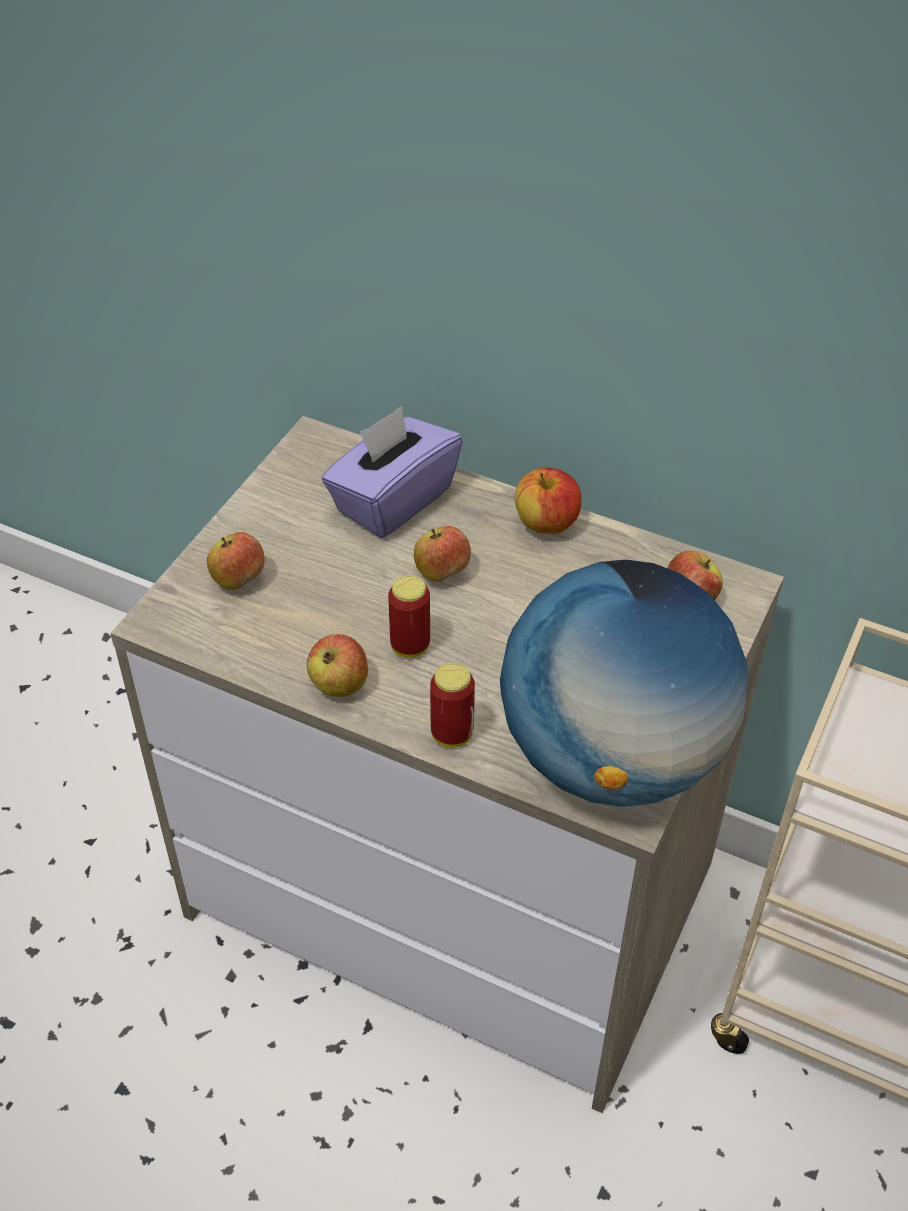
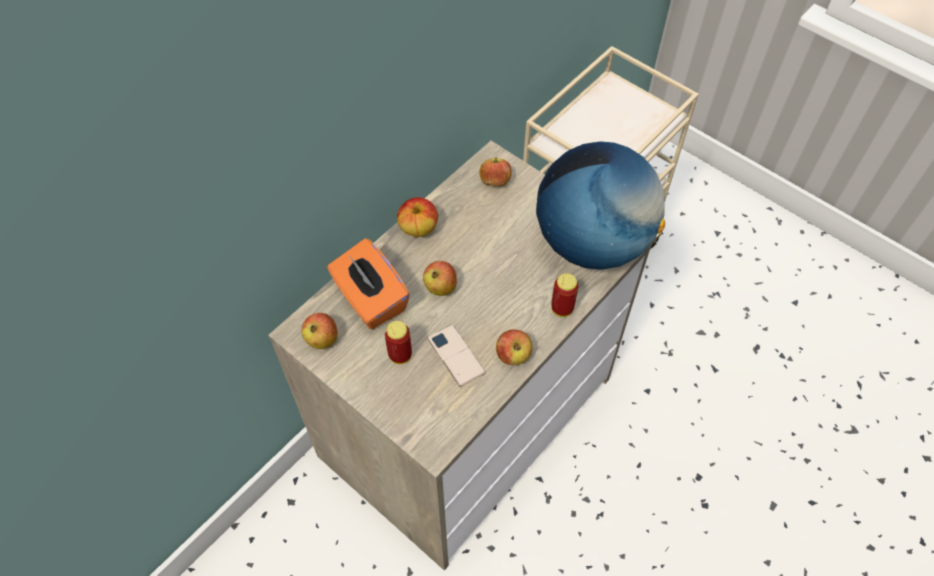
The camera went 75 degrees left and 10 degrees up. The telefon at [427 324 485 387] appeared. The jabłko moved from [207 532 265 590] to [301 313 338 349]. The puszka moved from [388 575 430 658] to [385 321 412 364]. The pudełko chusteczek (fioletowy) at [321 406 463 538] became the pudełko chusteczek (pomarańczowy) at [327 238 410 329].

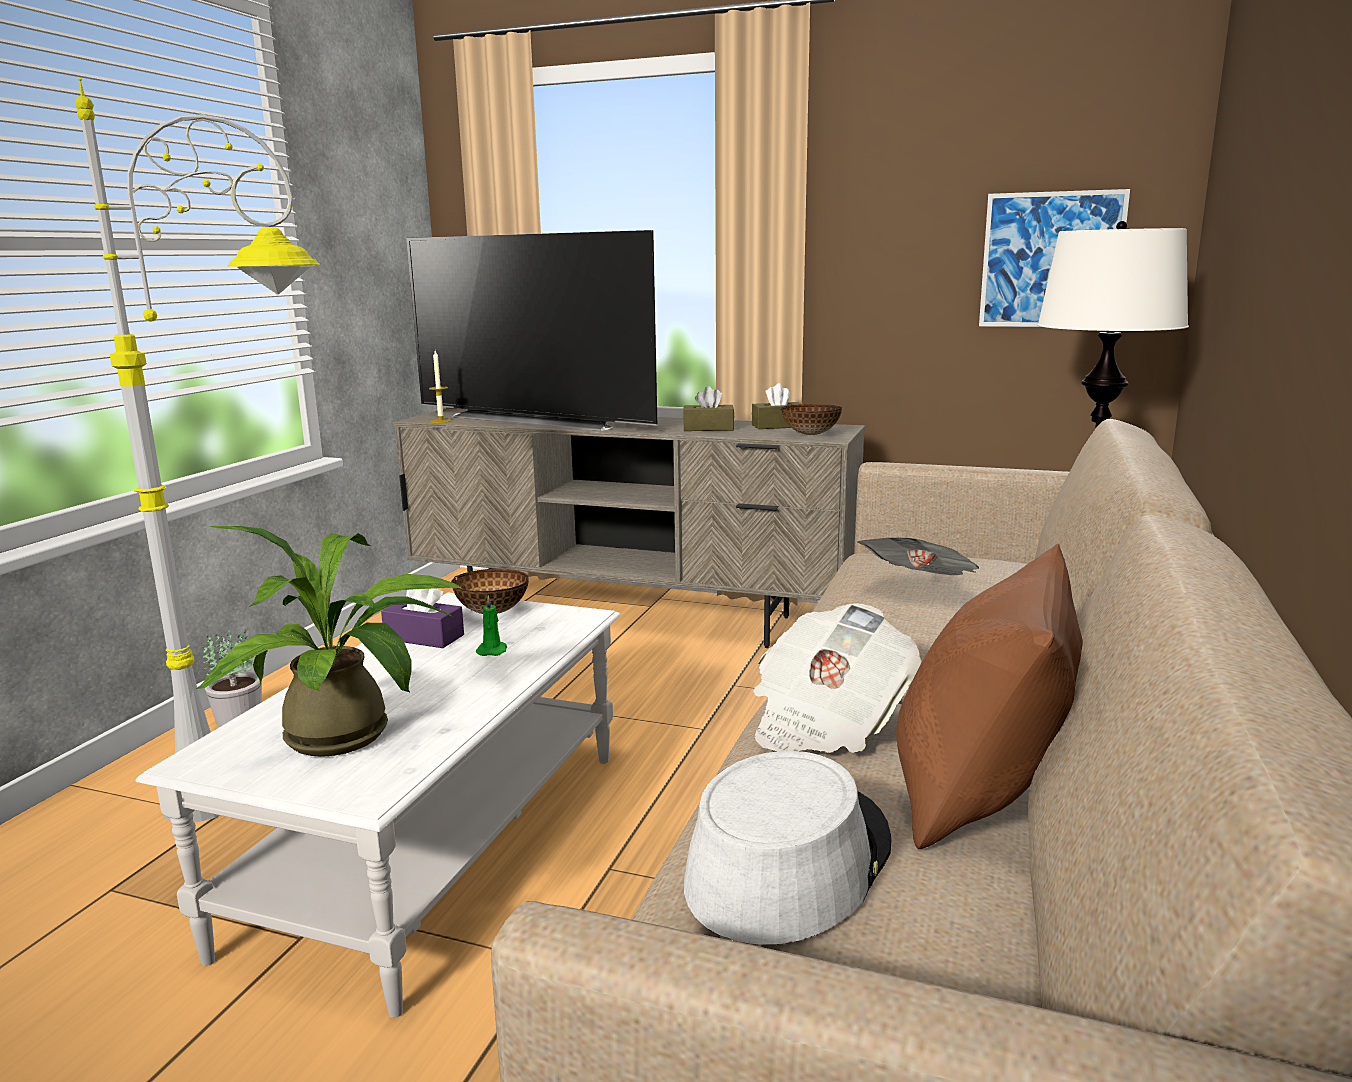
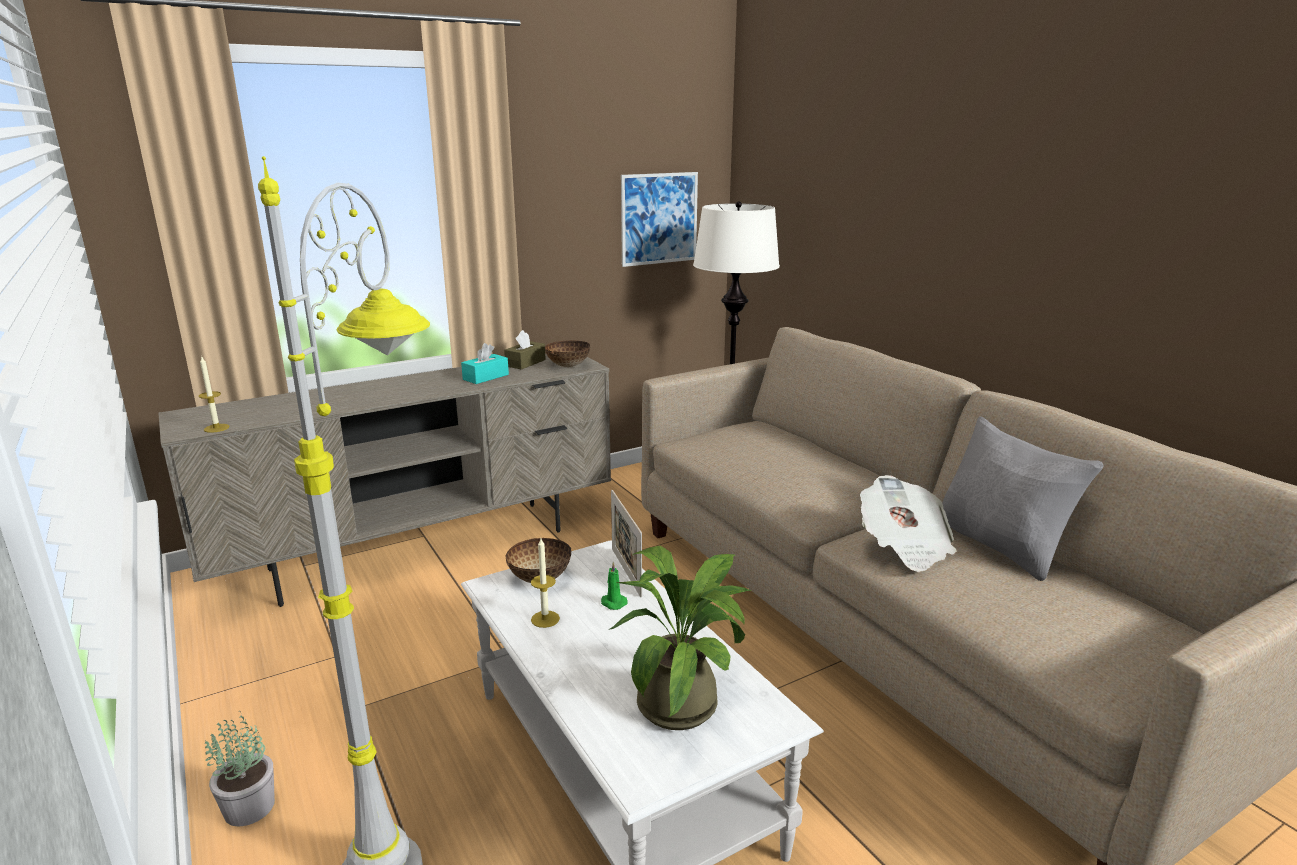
The camera went 50 degrees left and 5 degrees up. The telewizor at [407 230 657 431] disappeared. The kapelusz (szary) at [684 751 892 945] disappeared. The gazeta at [857 537 980 575] disappeared. The ramka na zdjęcie at [611 490 642 597] appeared. The pudełko chusteczek (fioletowy) at [381 588 464 648] was replaced by the świeca at [531 538 560 628]. The pudełko chusteczek (brązowy) at [683 386 735 431] became the pudełko chusteczek (turkusowy) at [461 343 509 384]. The poduszka (brązowy) at [896 544 1083 849] became the poduszka (szary) at [942 416 1104 581].

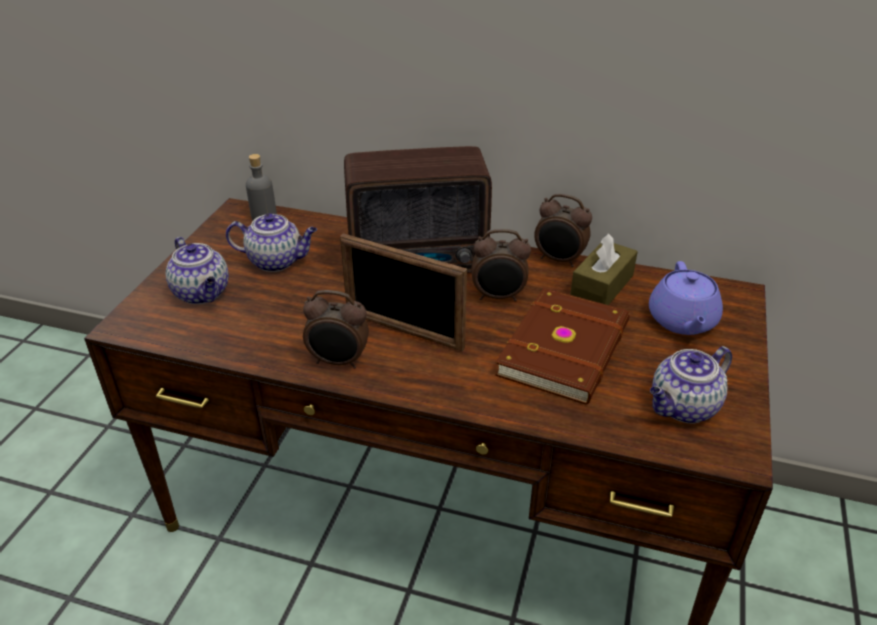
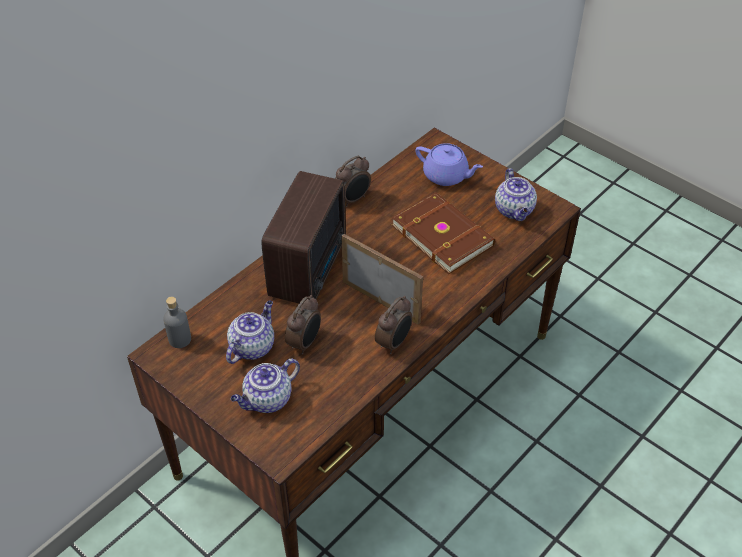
The camera went 65 degrees left and 10 degrees up. The pudełko chusteczek (brązowy) at [570 233 638 305] disappeared. The budzik moved from [471 229 531 301] to [285 295 321 355]. The imbryk at [166 237 229 304] turned 150 degrees clockwise. The ramka na zdjęcie at [340 233 467 351] turned 105 degrees counterclockwise.

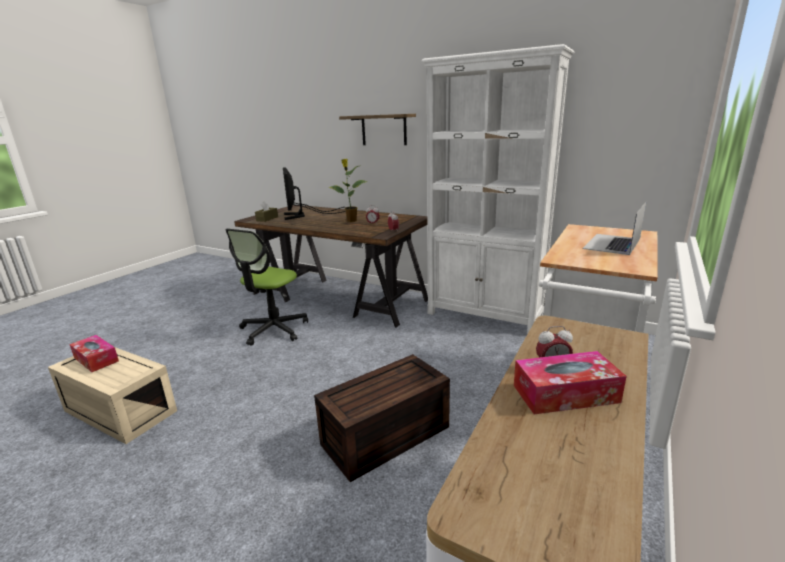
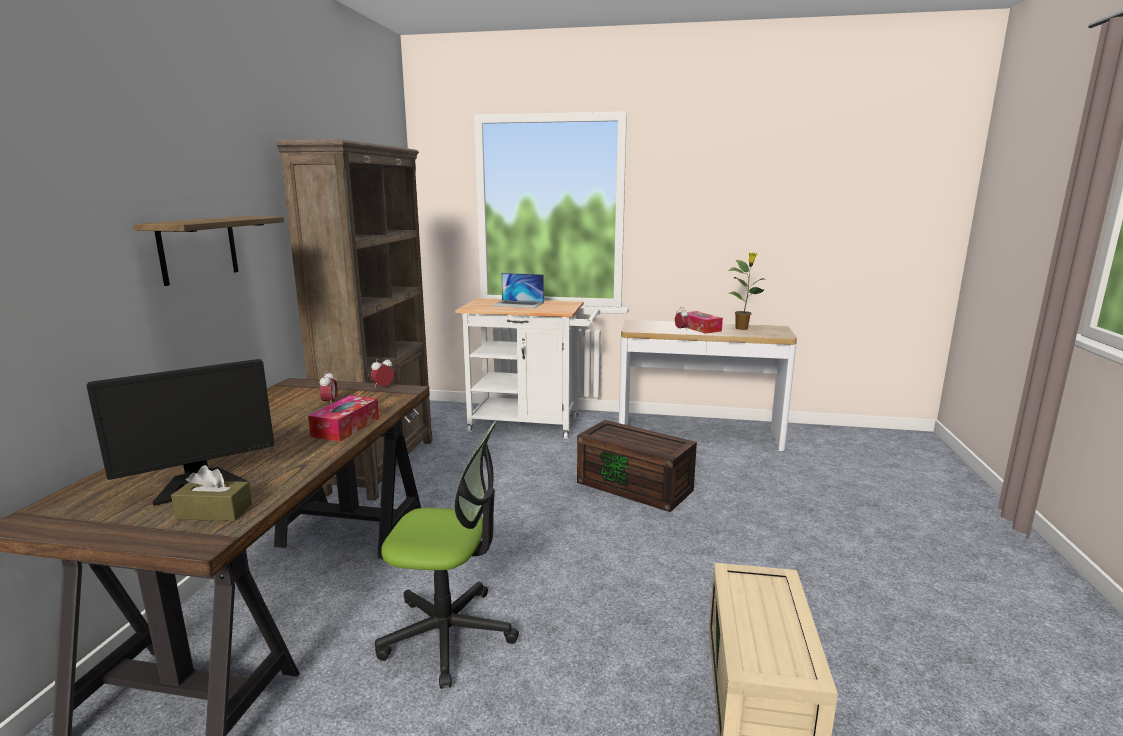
The camera went 110 degrees left and 5 degrees down. The pudełko chusteczek moved from [69 335 119 372] to [308 395 379 441]. The roślina doniczkowa moved from [328 159 367 222] to [728 252 764 330]. The regał (biały) at [421 44 574 334] became the regał (brązowy) at [275 139 433 501].

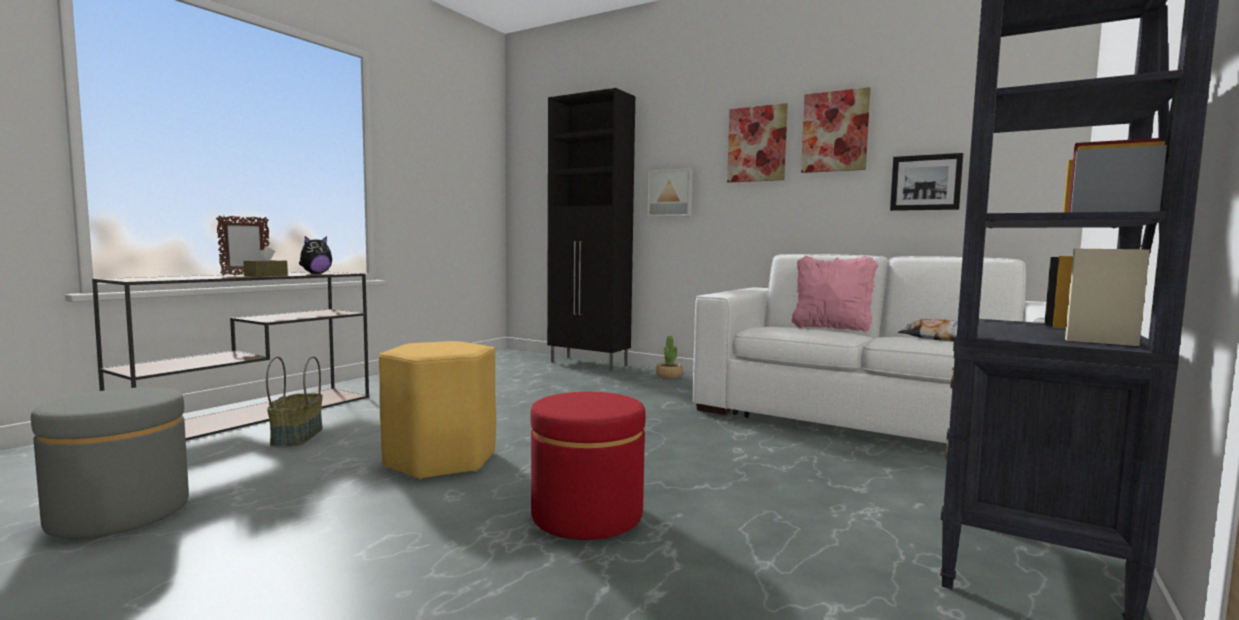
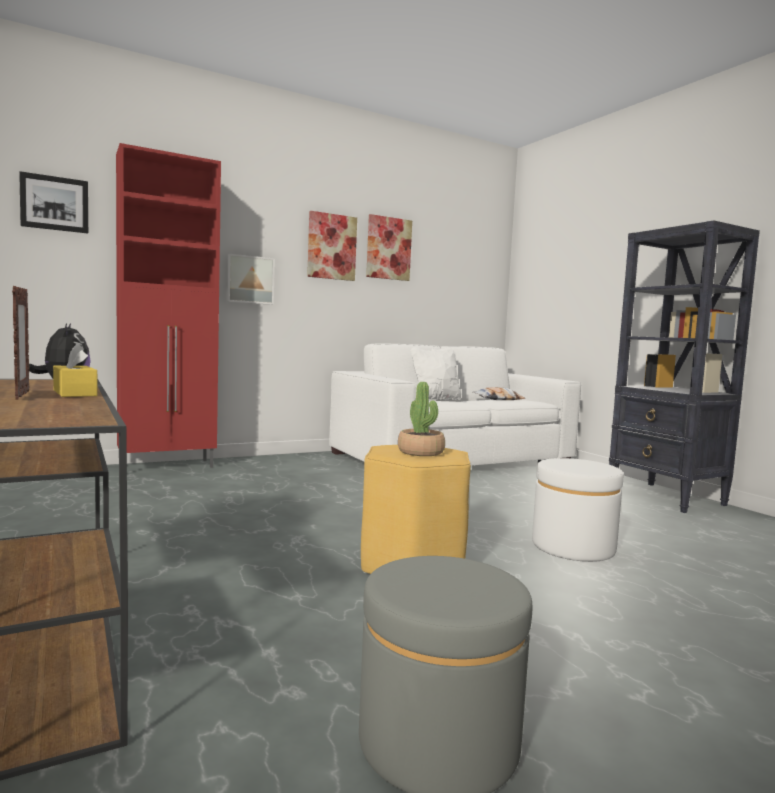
The camera went 60 degrees left and 0 degrees up. The koszyk at [266 356 323 446] disappeared. The roślina doniczkowa moved from [656 336 683 378] to [398 382 445 456]. The obraz moved from [890 153 963 211] to [19 171 88 233]. The pudełko chusteczek (brązowy) at [243 246 288 277] became the pudełko chusteczek (żółty) at [53 343 98 397]. The pufa (czerwony) at [530 392 646 540] became the pufa (biały) at [532 458 624 562]. The szafka (czarny) at [547 88 635 371] became the szafka (czerwony) at [116 143 221 468]. The poduszka (różowy) at [791 256 878 332] became the poduszka (biały) at [410 346 461 400].

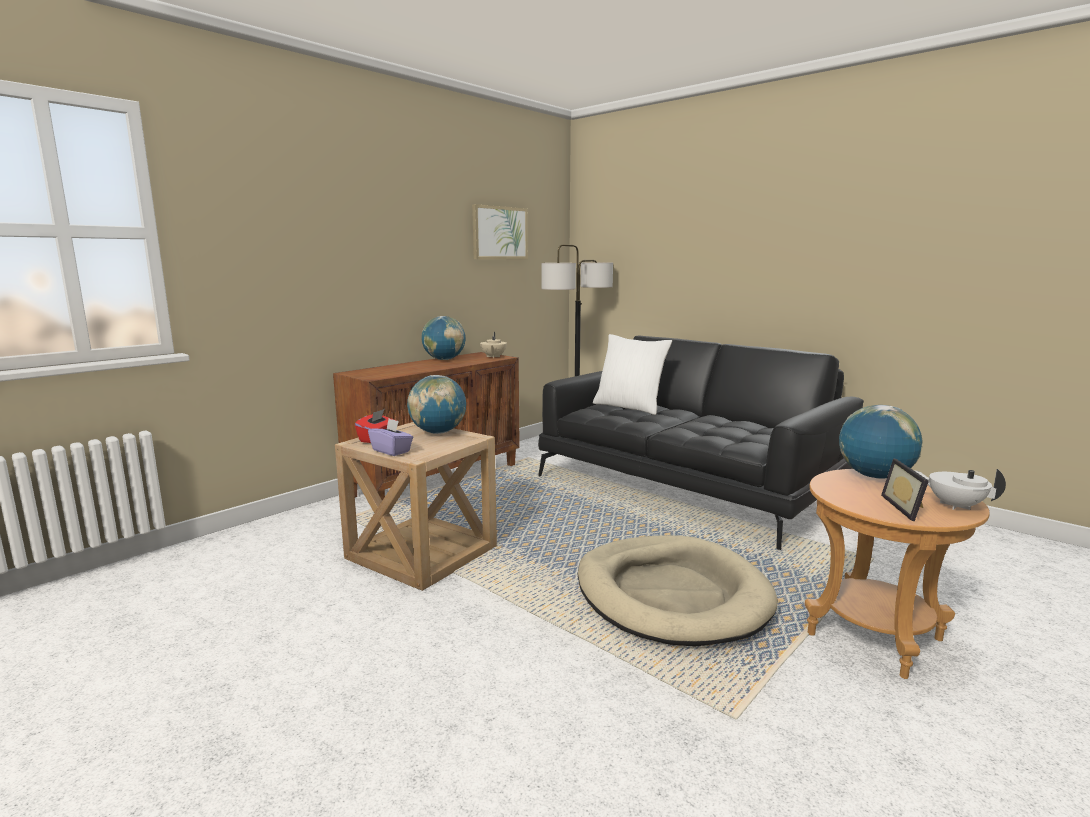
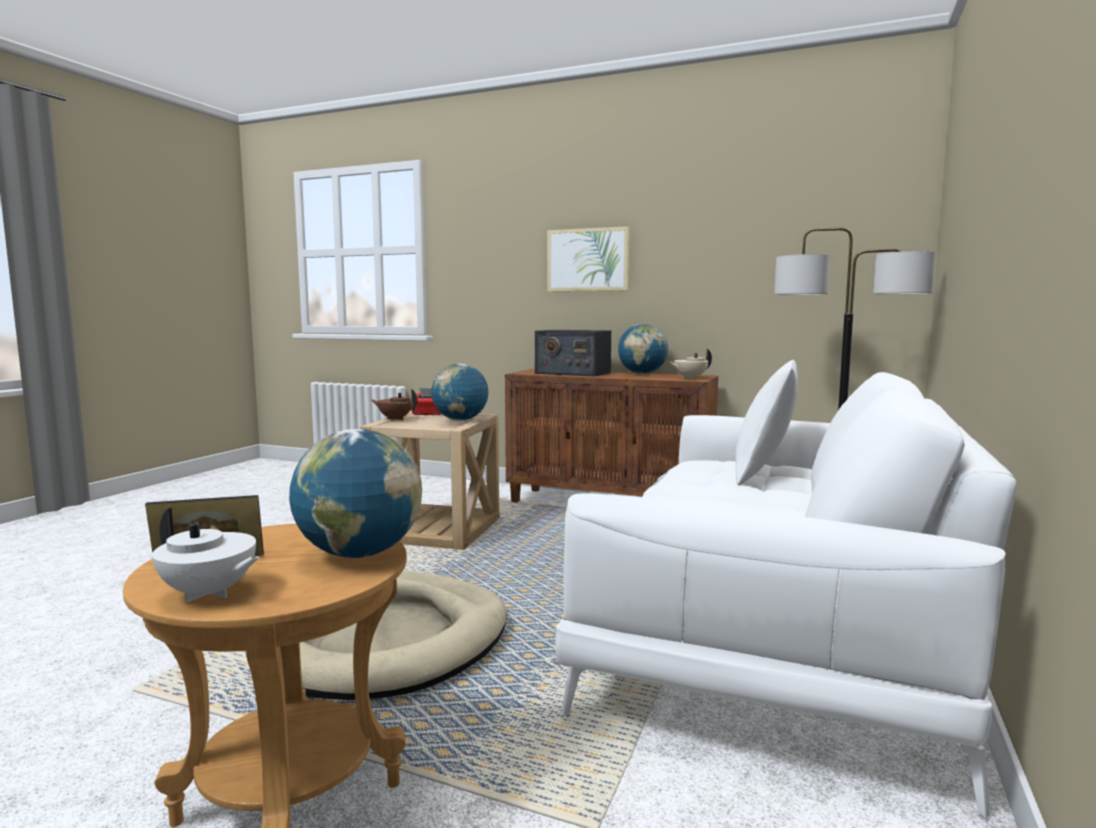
The camera went 70 degrees right and 5 degrees down. The radio at [535 330 611 376] appeared. The obraz moved from [472 204 528 259] to [547 226 630 291]. The pudełko chusteczek (fioletowy) at [368 419 413 456] was replaced by the imbryk (brązowy) at [372 389 418 421]. The kanapa (czarny) at [538 336 864 550] became the kanapa (biały) at [555 372 1017 818]. The imbryk (biały) at [914 469 1006 510] turned 90 degrees clockwise.

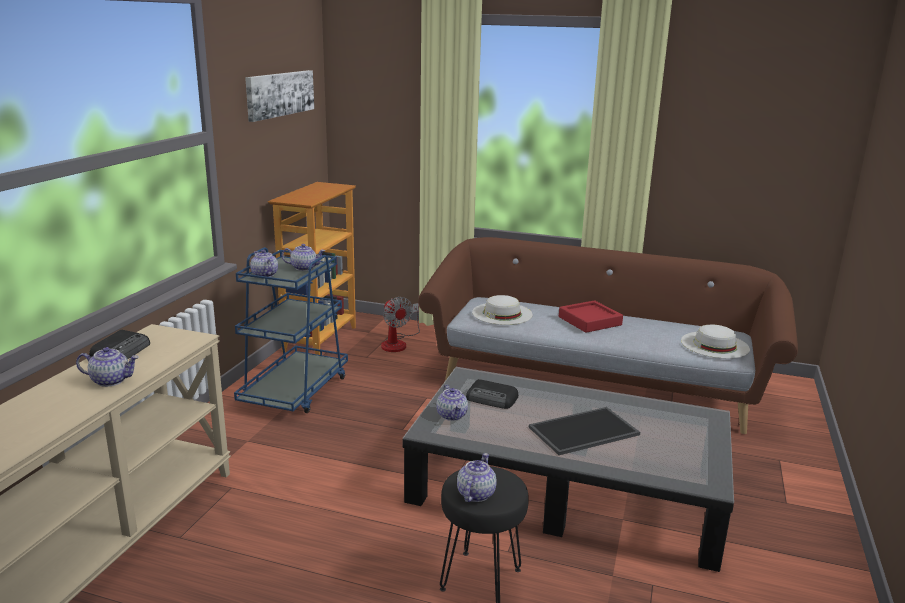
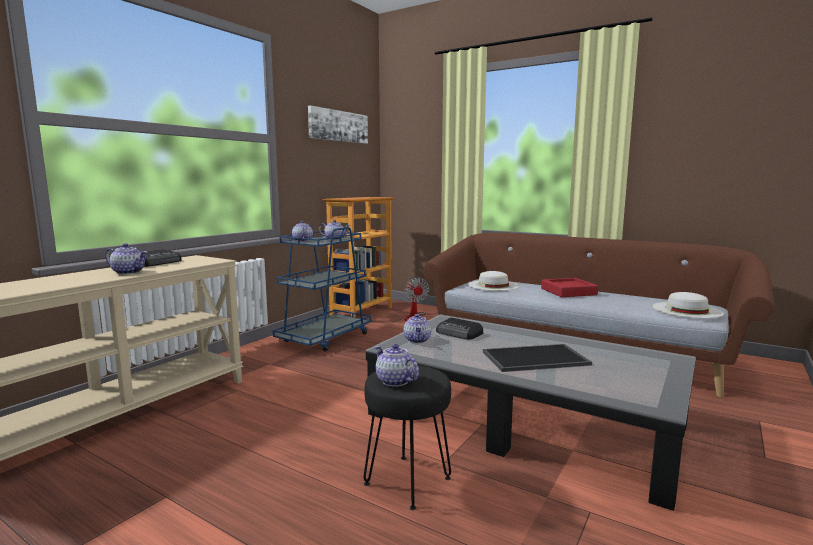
The camera went 15 degrees right and 10 degrees down. The imbryk at [457 453 497 502] turned 75 degrees counterclockwise.

